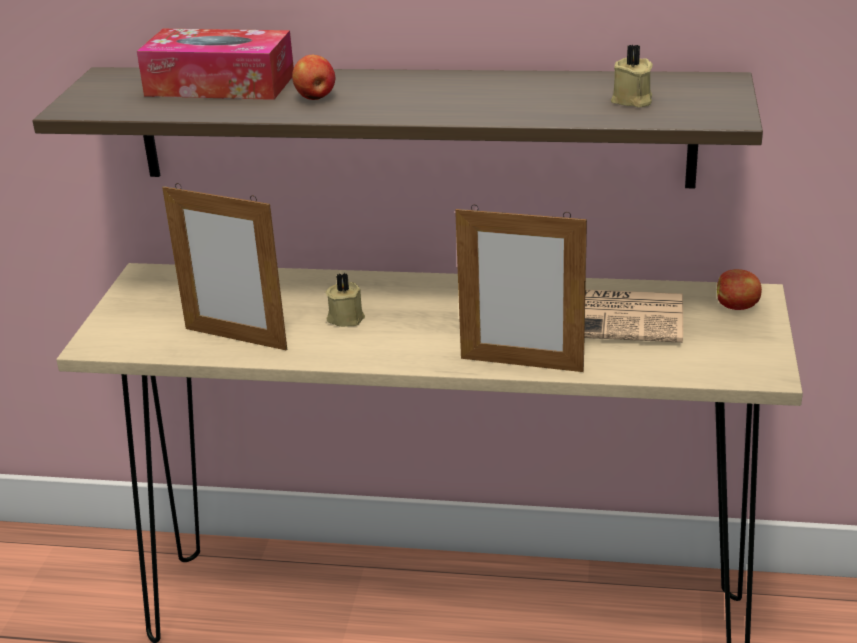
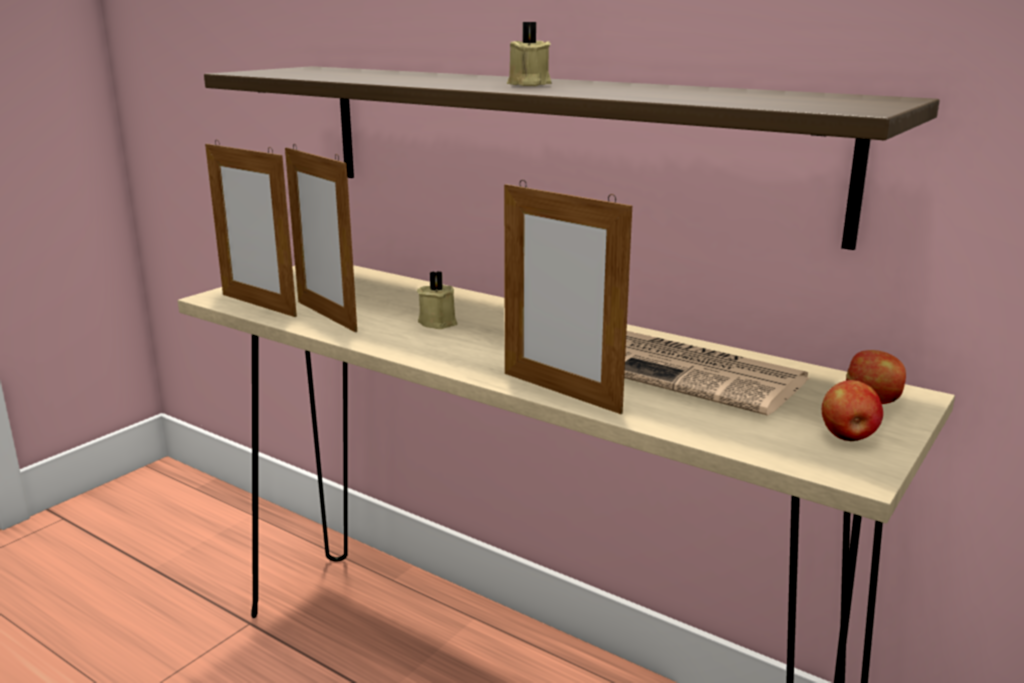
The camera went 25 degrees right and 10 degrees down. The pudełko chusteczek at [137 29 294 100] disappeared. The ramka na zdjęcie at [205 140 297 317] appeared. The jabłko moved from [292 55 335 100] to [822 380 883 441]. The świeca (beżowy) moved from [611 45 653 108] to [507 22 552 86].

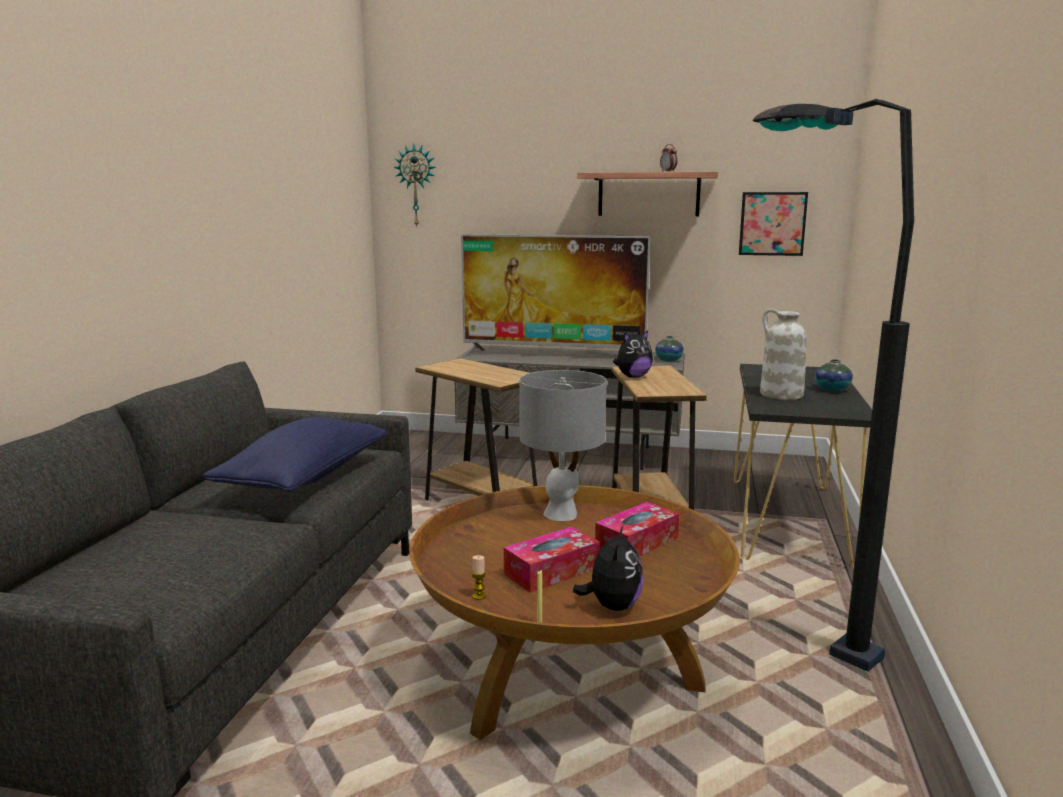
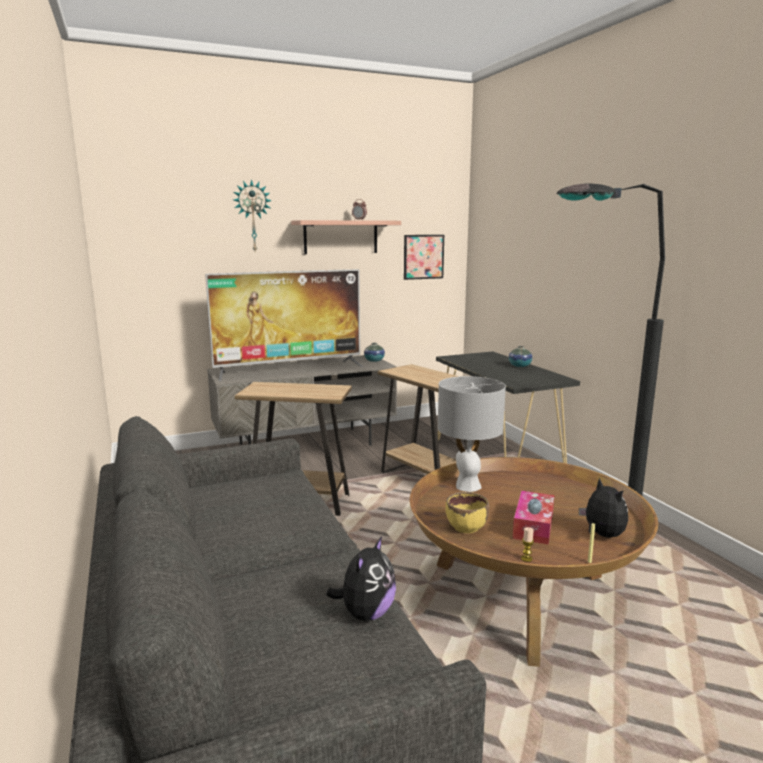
The camera went 35 degrees left and 0 degrees up. The poduszka (niebieski) at [203 417 387 492] disappeared. The pudełko chusteczek at [595 502 679 556] disappeared. The wazon (biały) at [760 308 807 400] disappeared. The miska (żółty) at [445 492 489 533] appeared. The zegar ścienny moved from [393 145 436 228] to [234 179 272 251]. The pluszak moved from [613 330 653 378] to [326 536 396 621].

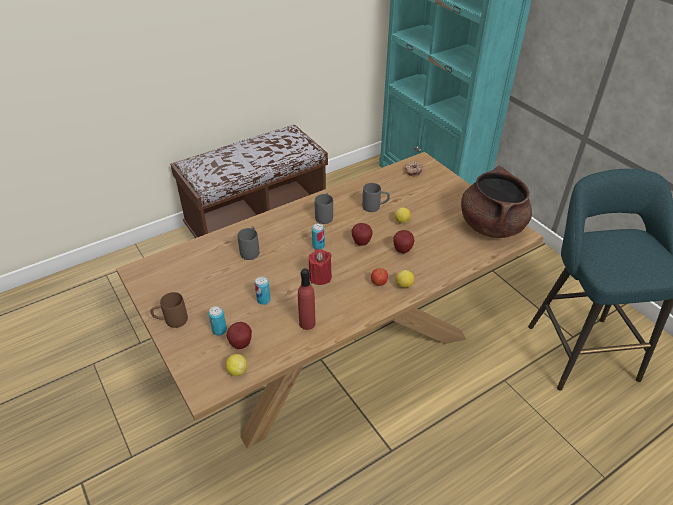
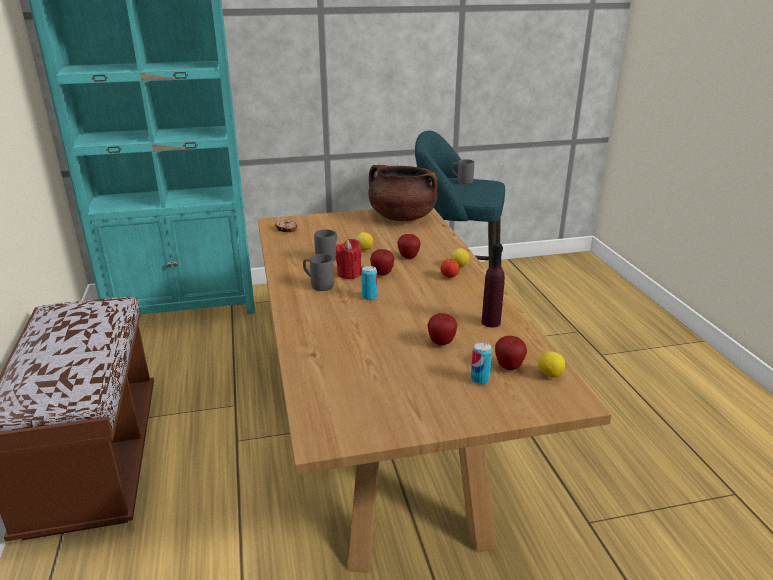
The camera went 70 degrees left and 15 degrees down. The kubek (brązowy) at [150 292 188 328] disappeared. The kubek (szary) moved from [237 226 259 260] to [452 159 474 184]. The świeca (czerwony) moved from [309 249 332 285] to [336 239 362 279]. The puszka at [255 276 271 305] was replaced by the jabłko at [428 313 458 345]. The butelka (czerwony) at [298 268 316 330] became the butelka (fioletowy) at [482 243 505 328].

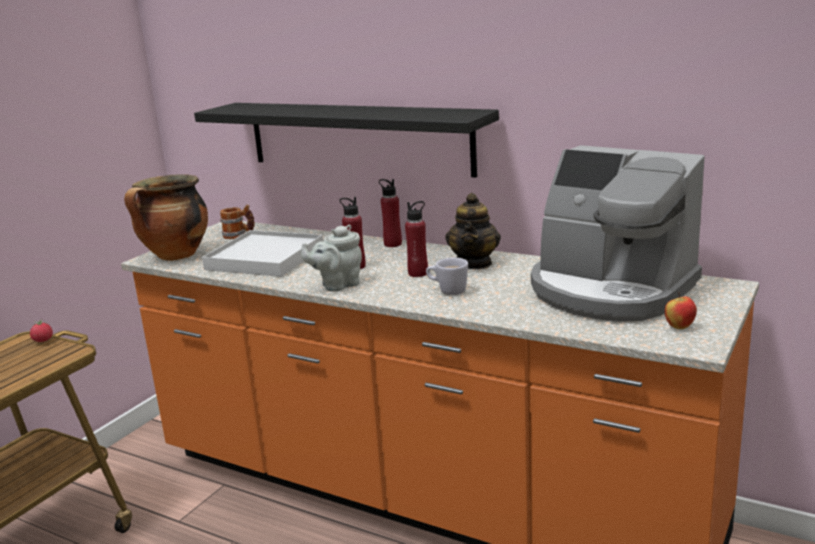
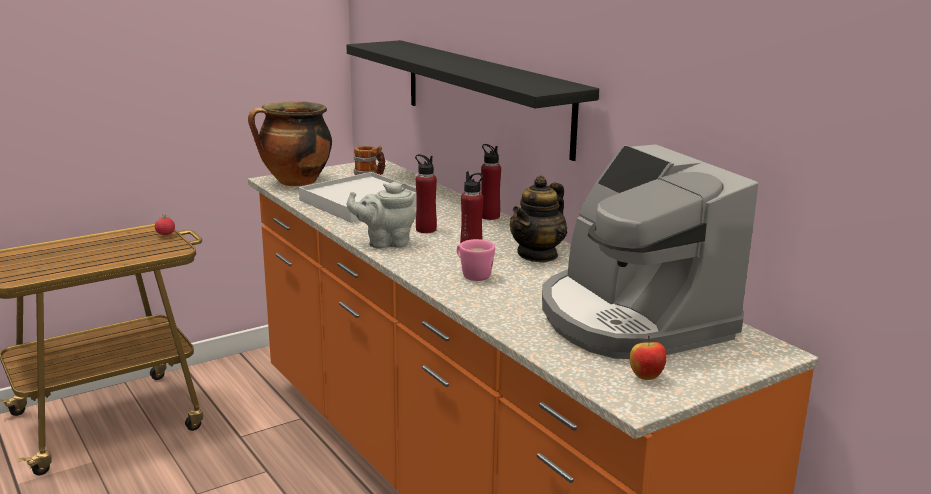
The camera went 25 degrees right and 0 degrees up. The kubek (biały) at [426 258 468 295] became the kubek (różowy) at [457 239 495 281].

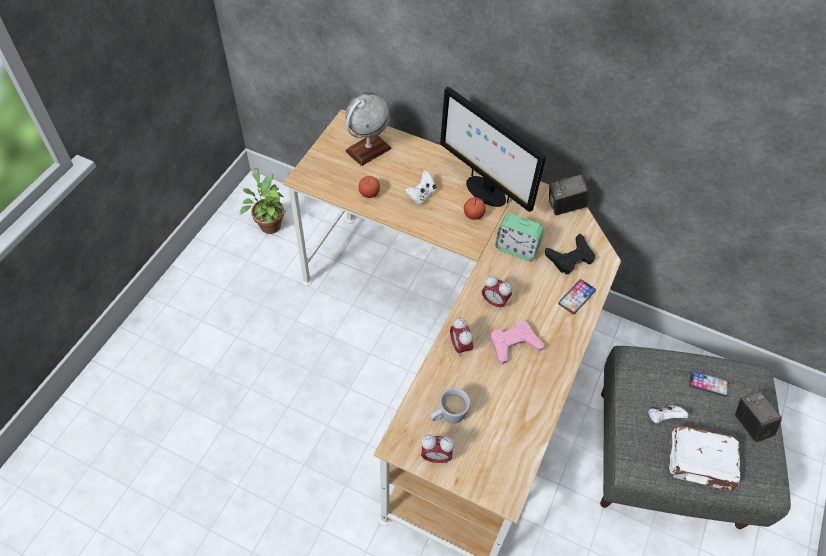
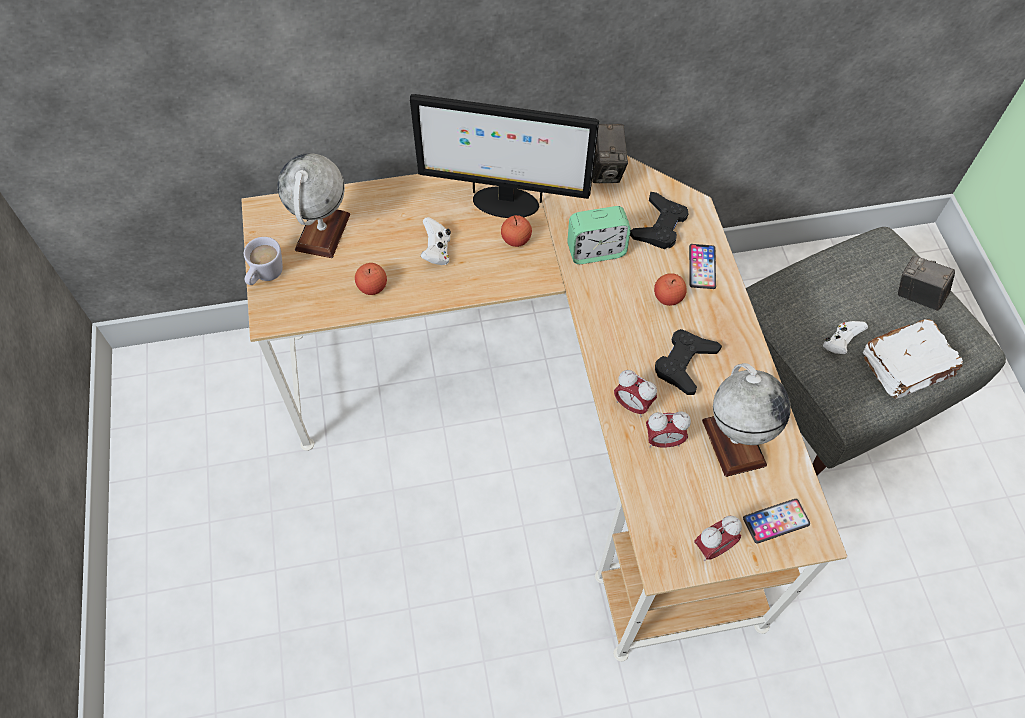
The camera went 35 degrees left and 5 degrees up. The roślina doniczkowa at [240 168 286 234] disappeared. The jabłko at [654 273 687 306] appeared. The globus at [702 363 791 477] appeared. The kubek (biały) moved from [430 388 470 424] to [244 237 283 285]. The budzik moved from [482 275 512 310] to [646 411 691 448]. The telefon moved from [689 371 729 397] to [743 499 810 544]. The pad do gier (różowy) at [490 321 544 365] became the pad do gier (czarny) at [655 329 722 395]. The aparat fotograficzny at [548 174 588 215] turned 45 degrees counterclockwise.

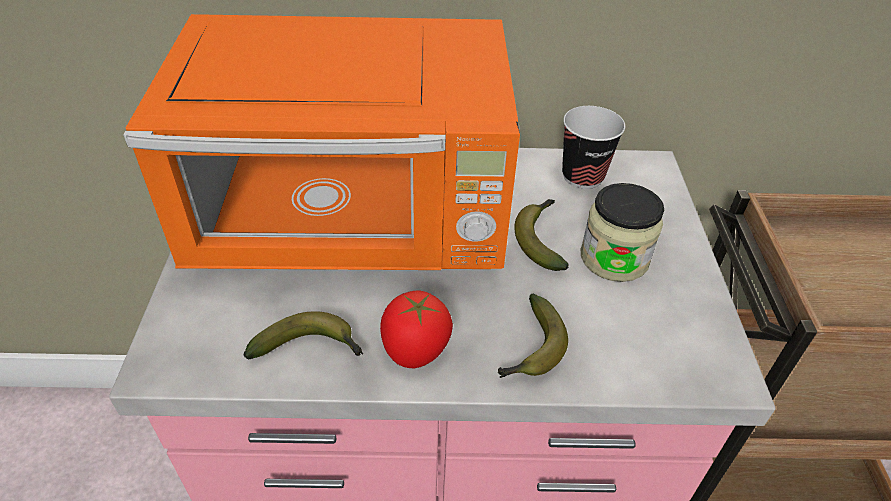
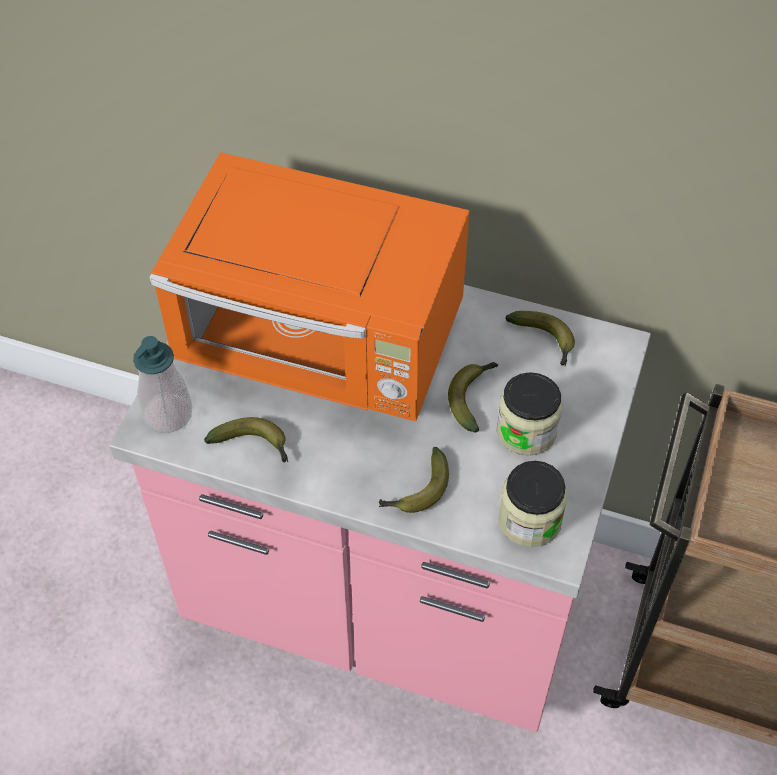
The camera went 20 degrees right and 10 degrees up. The pomidor at [380 290 453 368] disappeared. The dozownik mydła at [133 336 192 433] appeared. The słoik at [498 461 567 547] appeared. The filiżanka at [562 106 625 189] was replaced by the banan at [505 311 575 366].

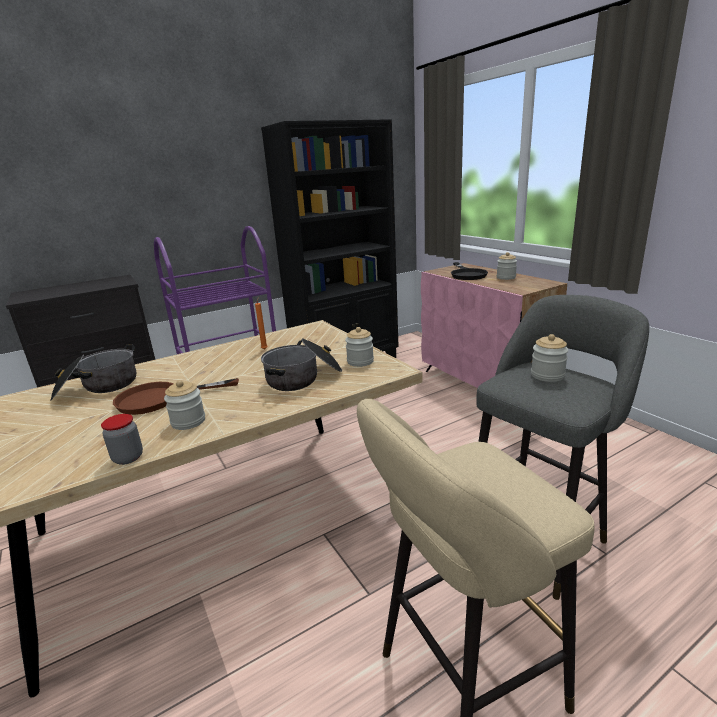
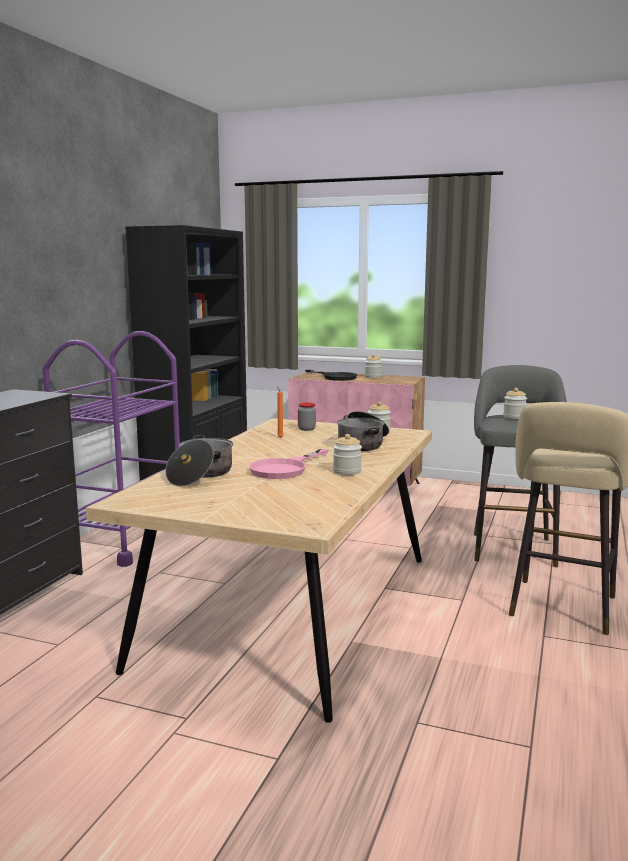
The camera went 40 degrees left and 10 degrees down. The słoik moved from [101 414 143 465] to [298 403 316 431]. The patelnia (brązowy) at [113 378 239 415] became the patelnia (różowy) at [249 449 329 479].

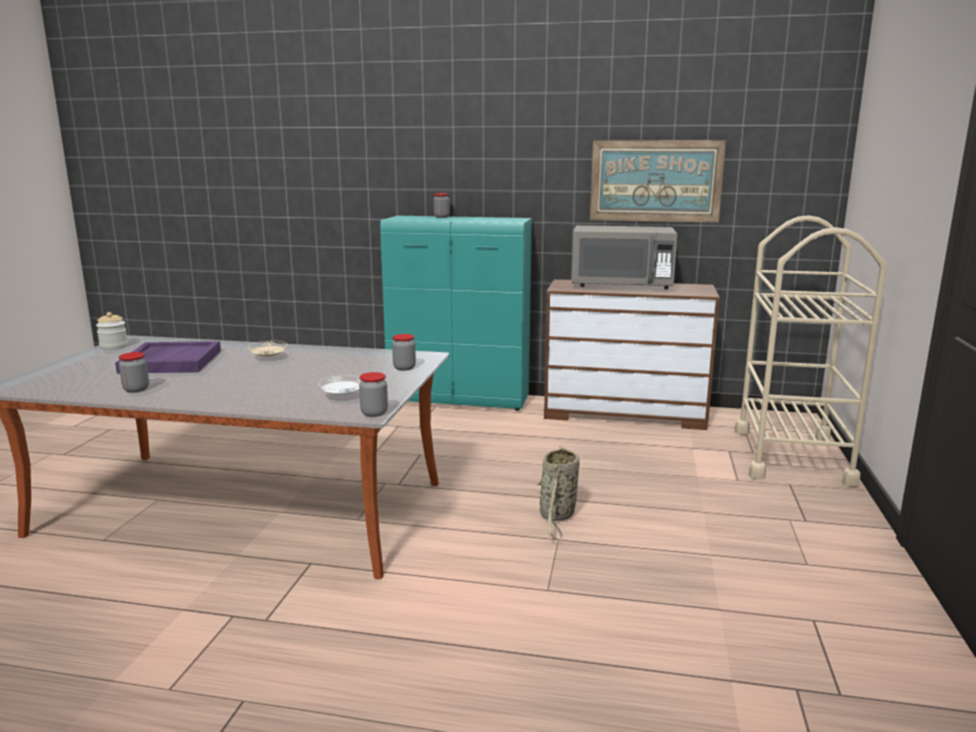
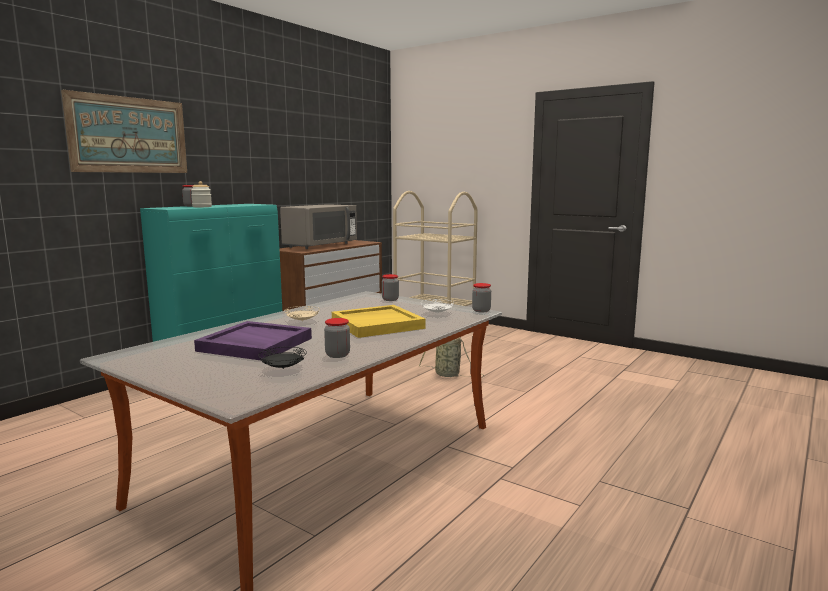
The camera went 65 degrees left and 5 degrees down. The talerz (czarny) at [258 347 307 369] appeared. The taca (żółty) at [332 305 426 338] appeared. The słoik moved from [96 312 128 350] to [191 181 212 207]. The obraz moved from [590 140 726 223] to [61 90 187 173].

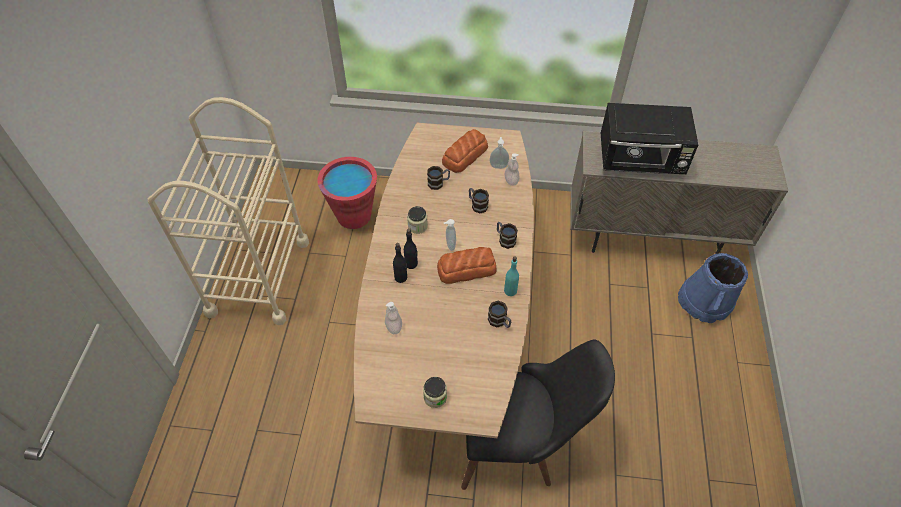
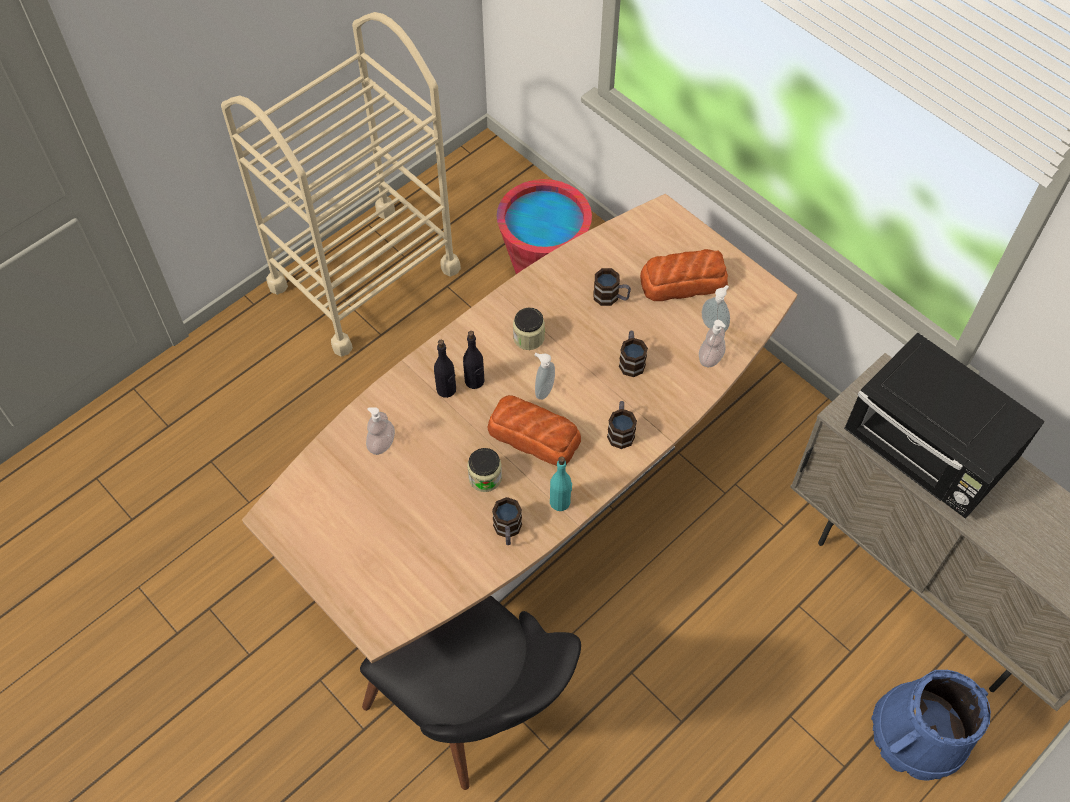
The camera went 40 degrees right and 5 degrees up. The słoik moved from [423 377 447 408] to [467 448 502 492].

